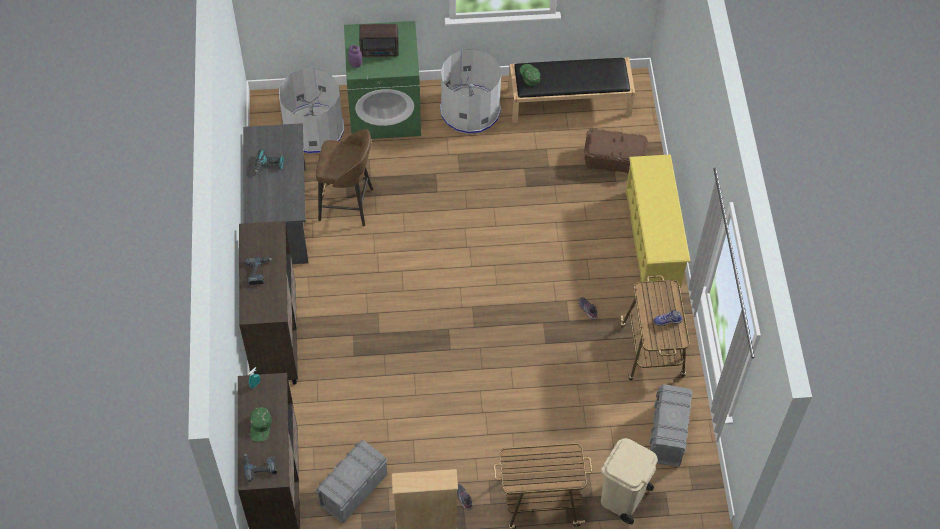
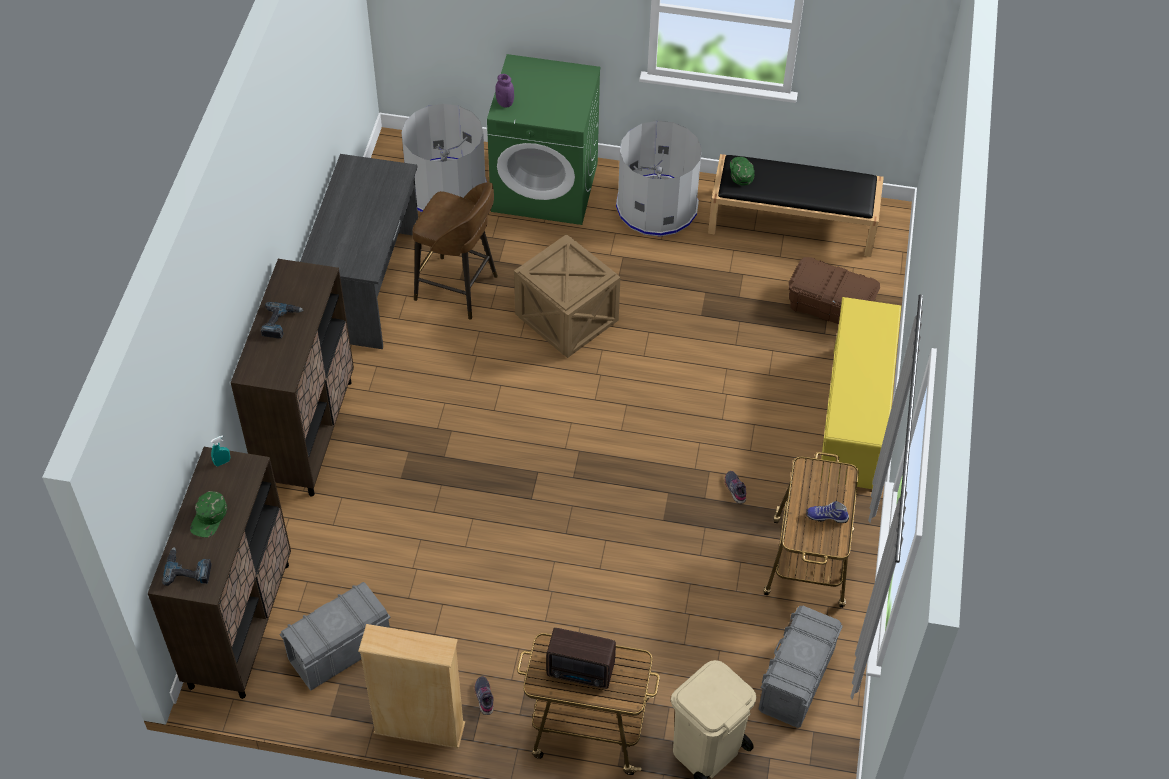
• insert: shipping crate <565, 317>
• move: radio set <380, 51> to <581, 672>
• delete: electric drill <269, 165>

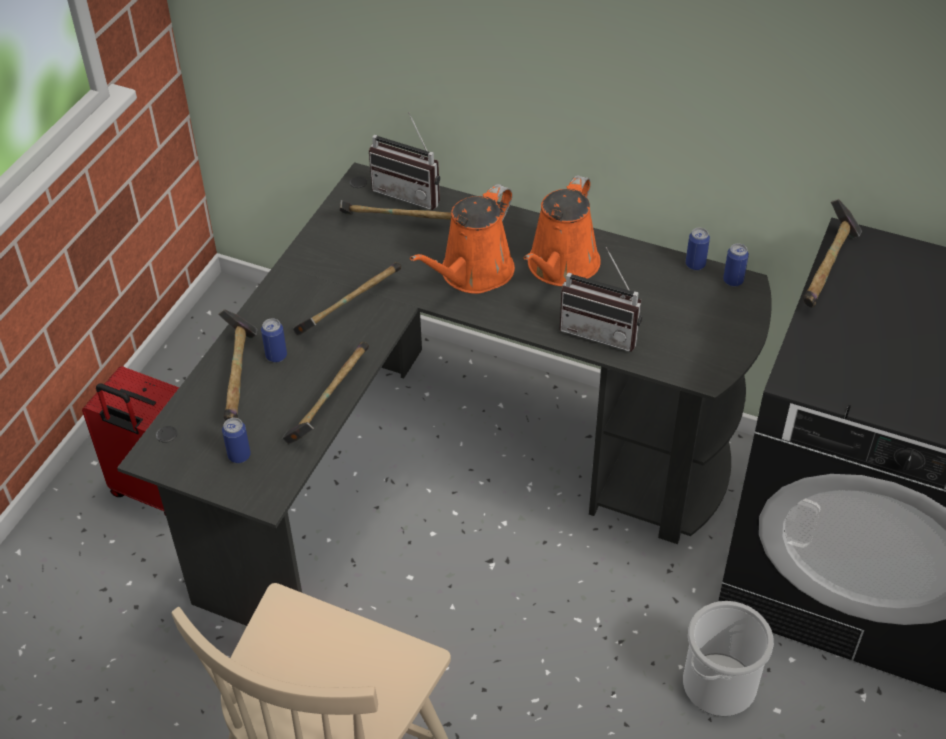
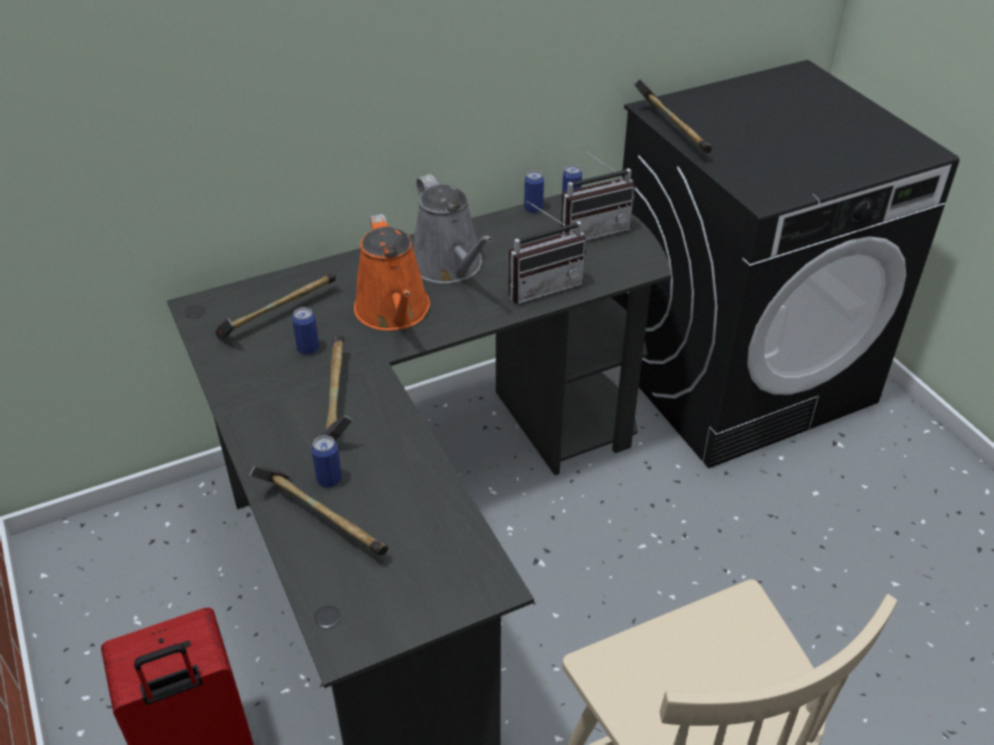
• move: can <239, 456> to <308, 349>
• recolor: orangey sprinkling can <560, 267> to greyish sprinkling can <450, 266>
• move: radio set <410, 192> to <592, 229>
• delete: hand hammer <328, 404>
• delete: pail <719, 685>

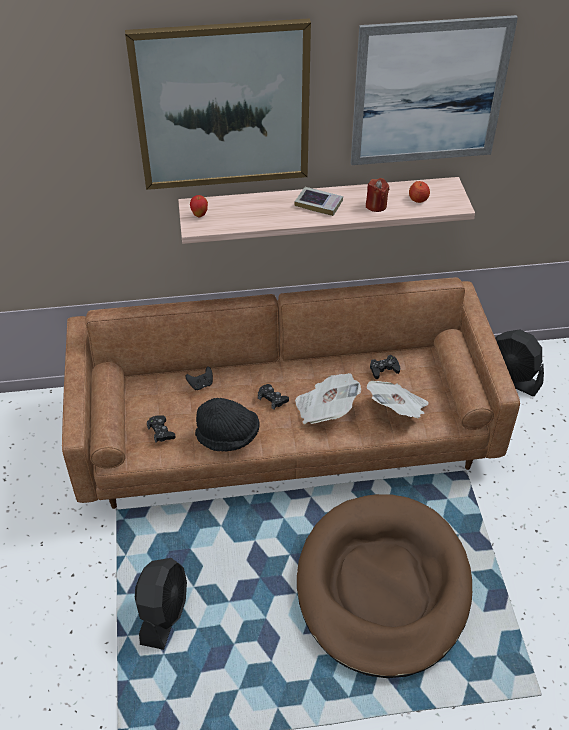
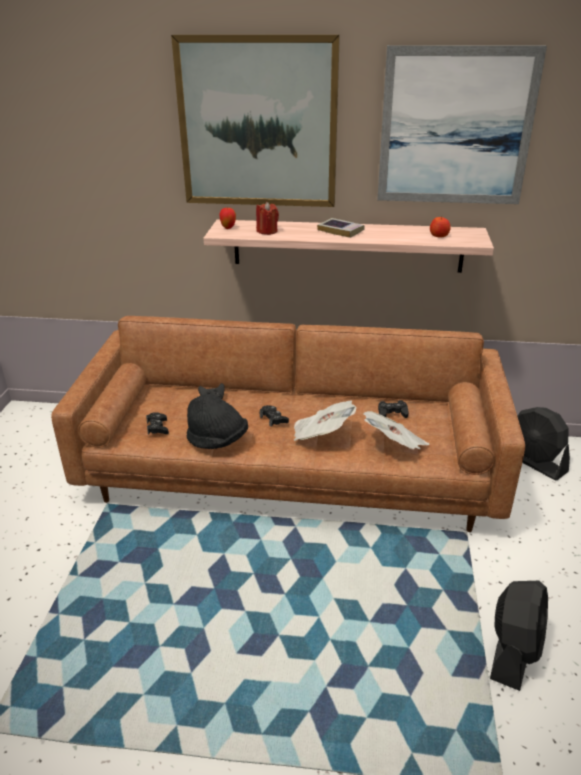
• move: red-coloured candle <376, 205> to <267, 231>
• move: black-coloured fan <164, 613> to <513, 650>
• delete: brown-coloured pet bed <383, 587>

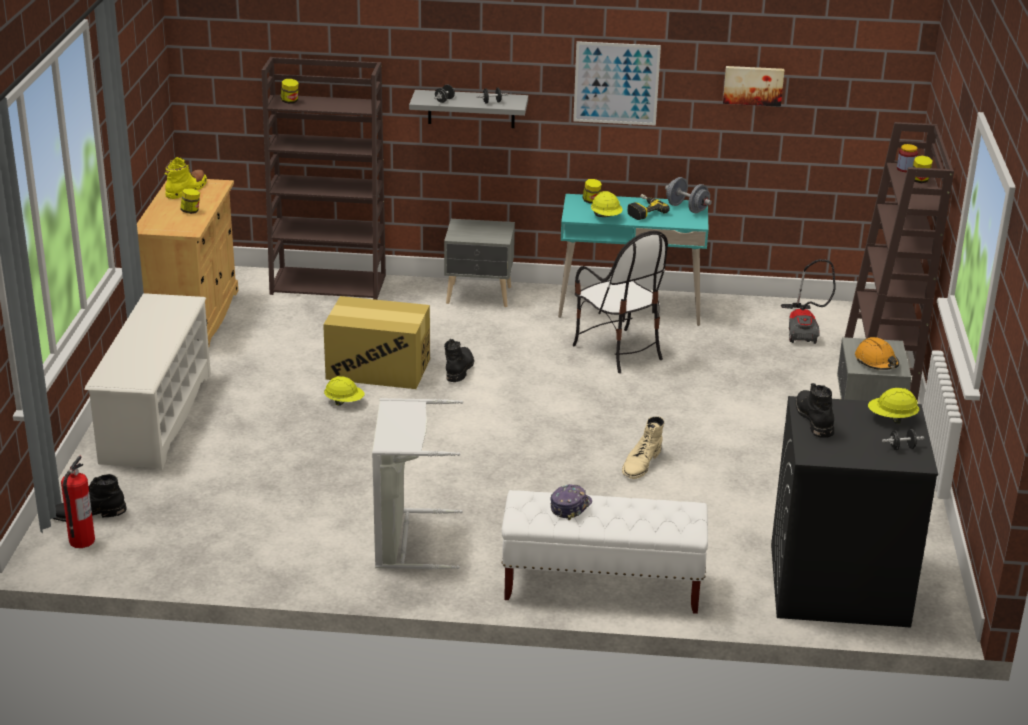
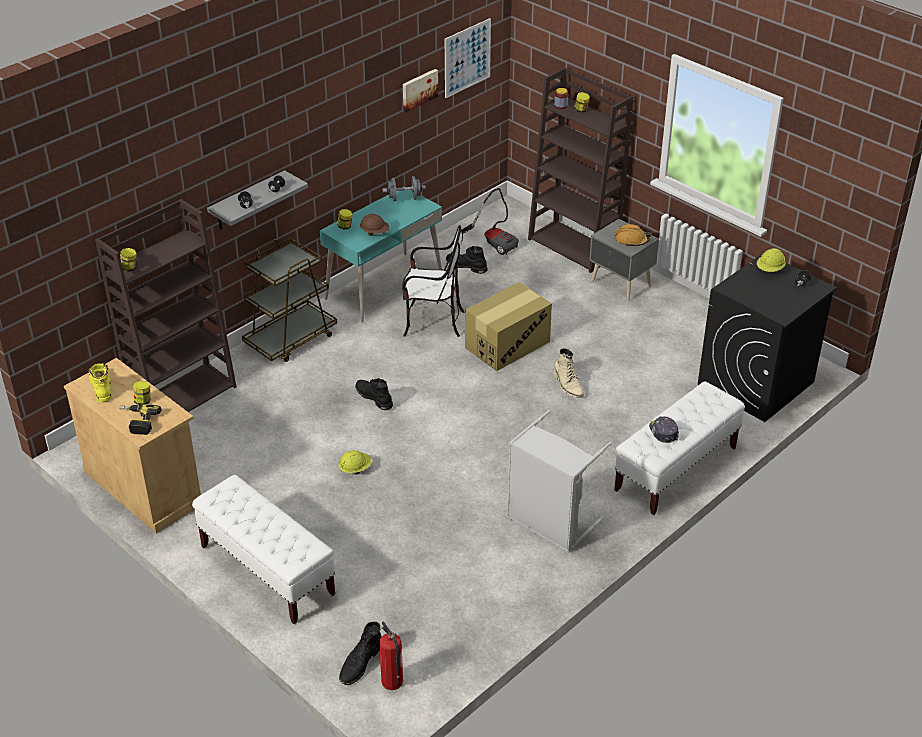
• move: electric drill <643, 211> to <137, 422>
• replace: white-coloured shoe shelf <156, 417> to white-coloured indoor bench <267, 570>
• replace: greyish bedside table <479, 296> to brown-coloured trolley <291, 339>
• recolor: yellow-coloured hard hat <606, 217> to brown-coloured hard hat <375, 233>
• move: picture <616, 83> to <467, 58>
• move: black-coloured boot <814, 419> to <466, 266>
• move: packing box <378, 369> to <507, 345>

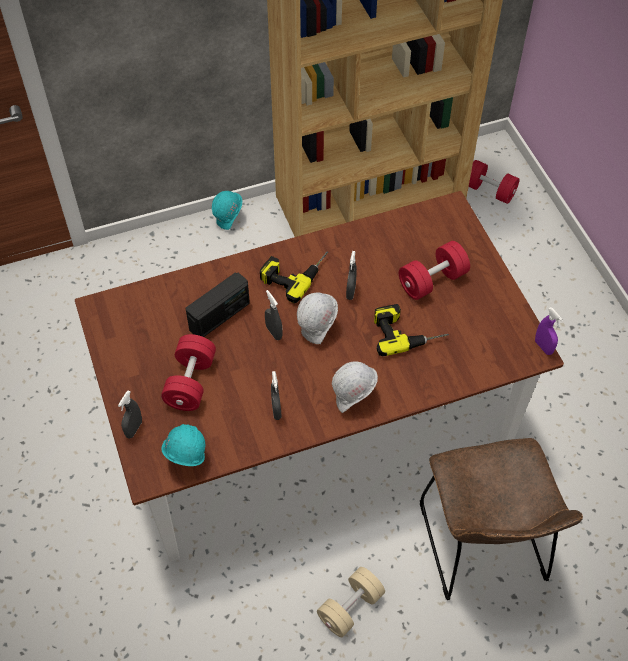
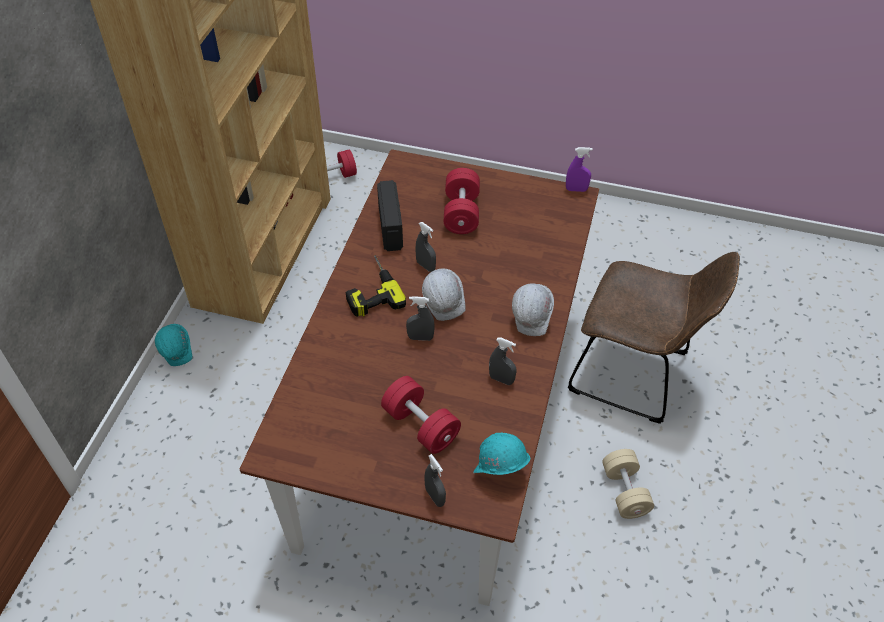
• move: radio set <220, 316> to <391, 227>
• delete: electric drill <407, 331>

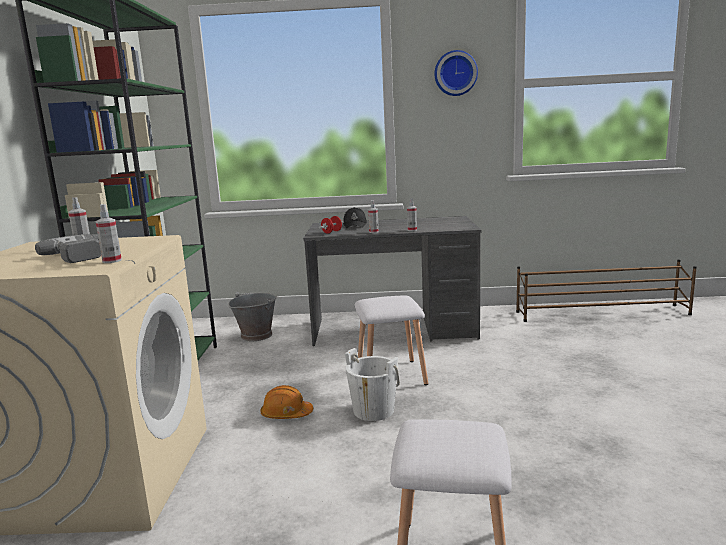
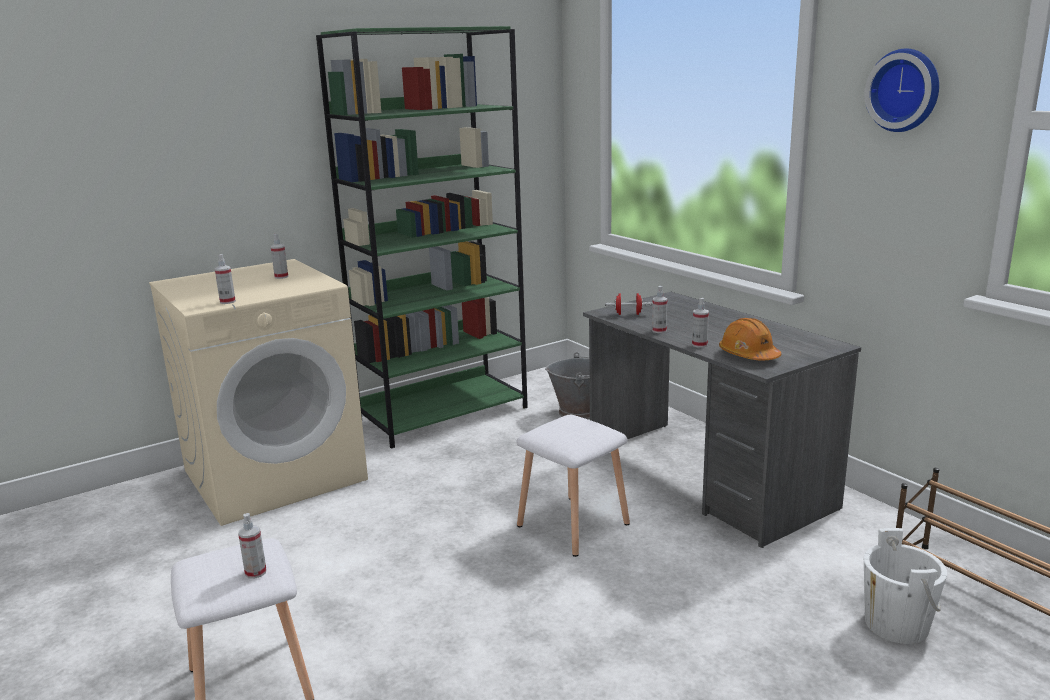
• insert: hand sprayer <255, 572>
• move: orangey hard hat <286, 414> to <748, 355>
• move: white-coloured pail <373, 411> to <896, 624>
• delete: electric drill <84, 254>
• delete: black-coloured baseball cap <355, 225>

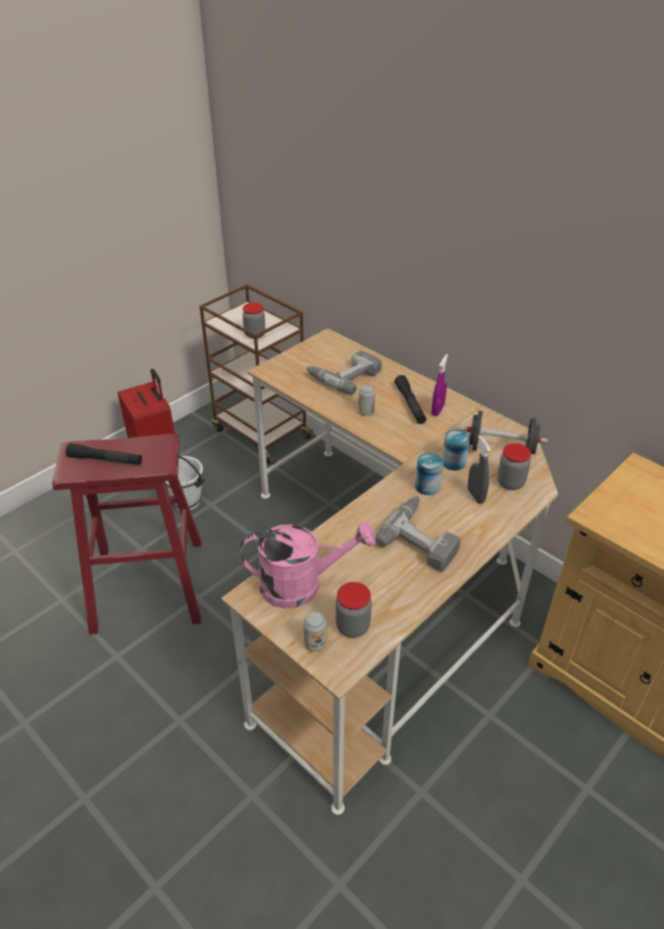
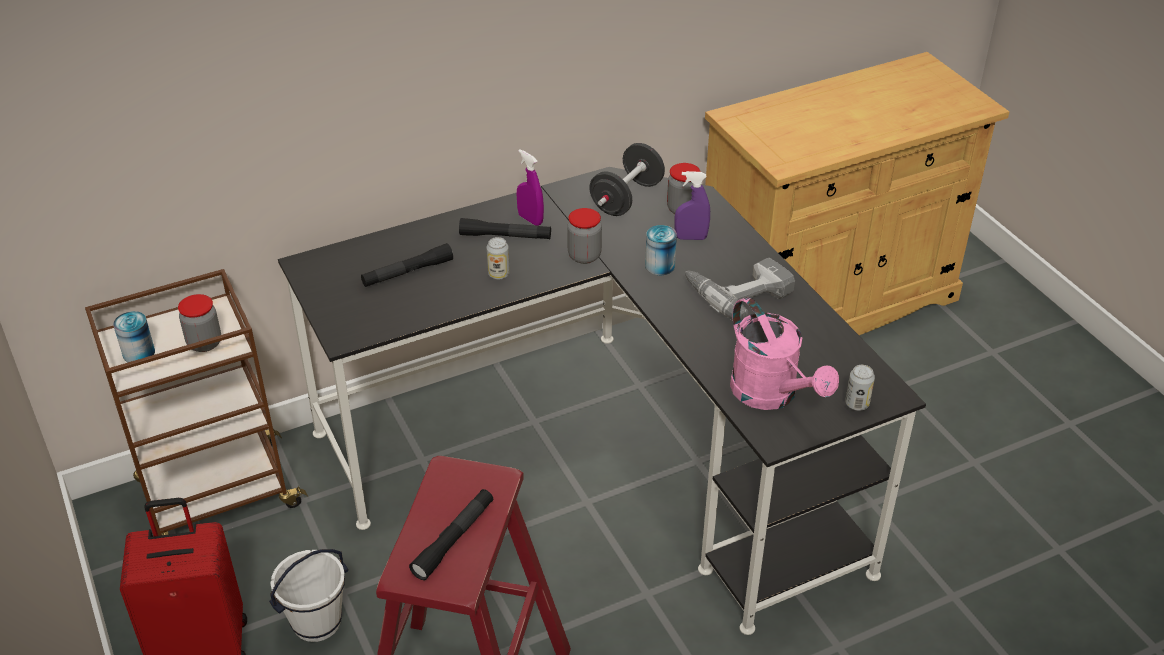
• move: can <453, 462> to <139, 353>
• recolor: beige desk unit <382, 591> to black-coloured desk unit <603, 454>
• replace: electric drill <344, 376> to black-coloured flashlight <407, 272>
• move: jar <352, 626> to <584, 256>
• recolor: greyish hand sprayer <475, 495> to purple hand sprayer <691, 238>
• rotate: pinkish sprinkling can <302, 584> = <772, 395> 135 degrees clockwise

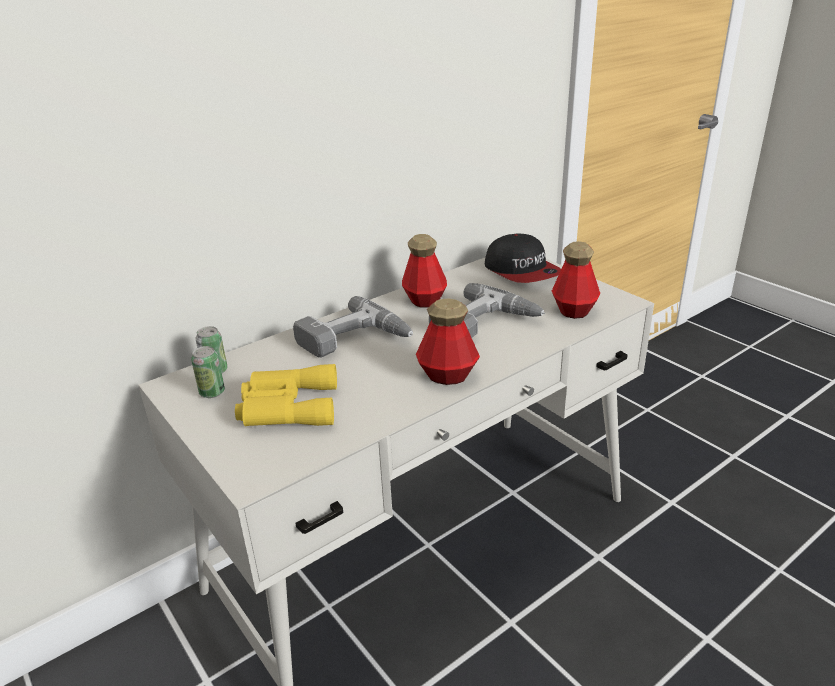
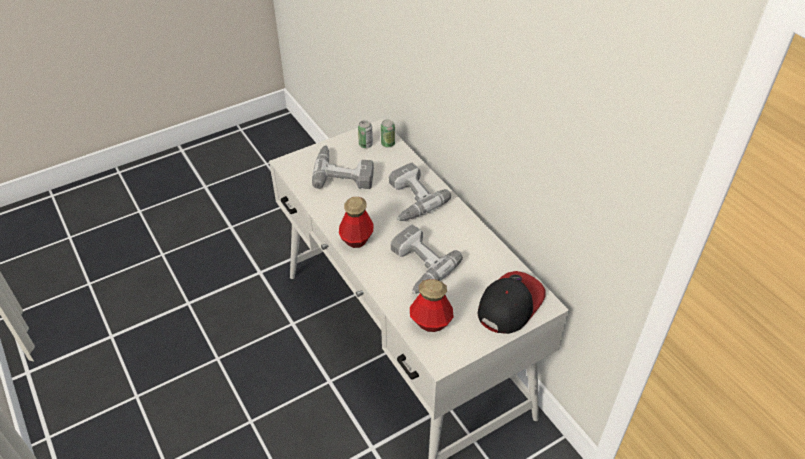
• replace: yellow-coloured field glasses <286, 406> to electric drill <344, 172>
• rotate: baseball cap <522, 271> = <510, 304> 150 degrees clockwise
• delete: beverage bottle <424, 300>

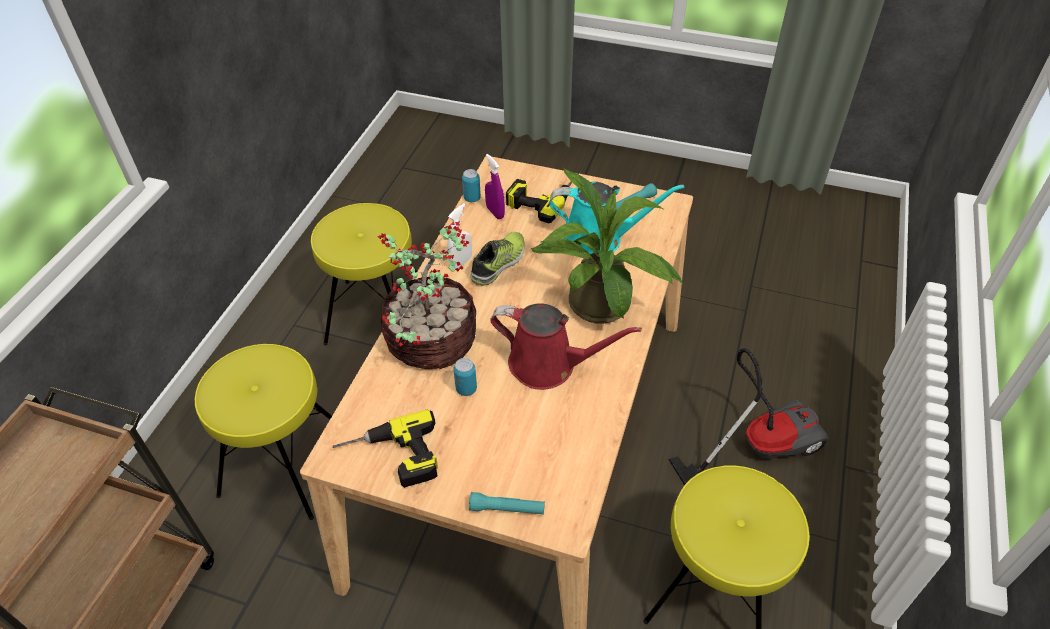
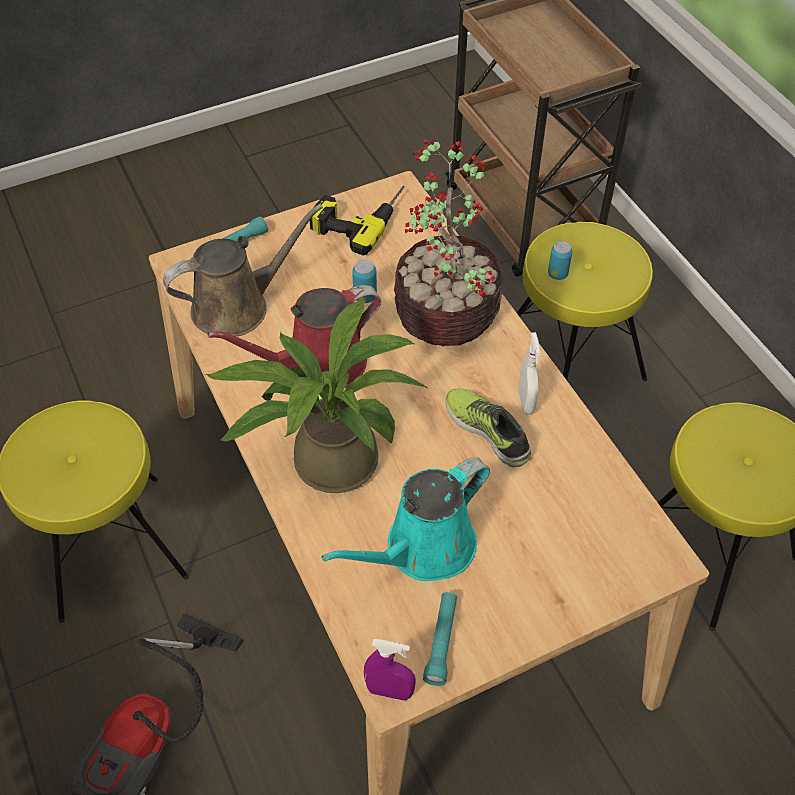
• insert: brown-coloured sprinkling can <237, 306>
• move: purple hand sprayer <495, 212> to <389, 691>
• rotate: item of footwear <499, 263> = <488, 430> 150 degrees clockwise
• move: can <472, 198> to <557, 274>
• delete: electric drill <543, 195>

